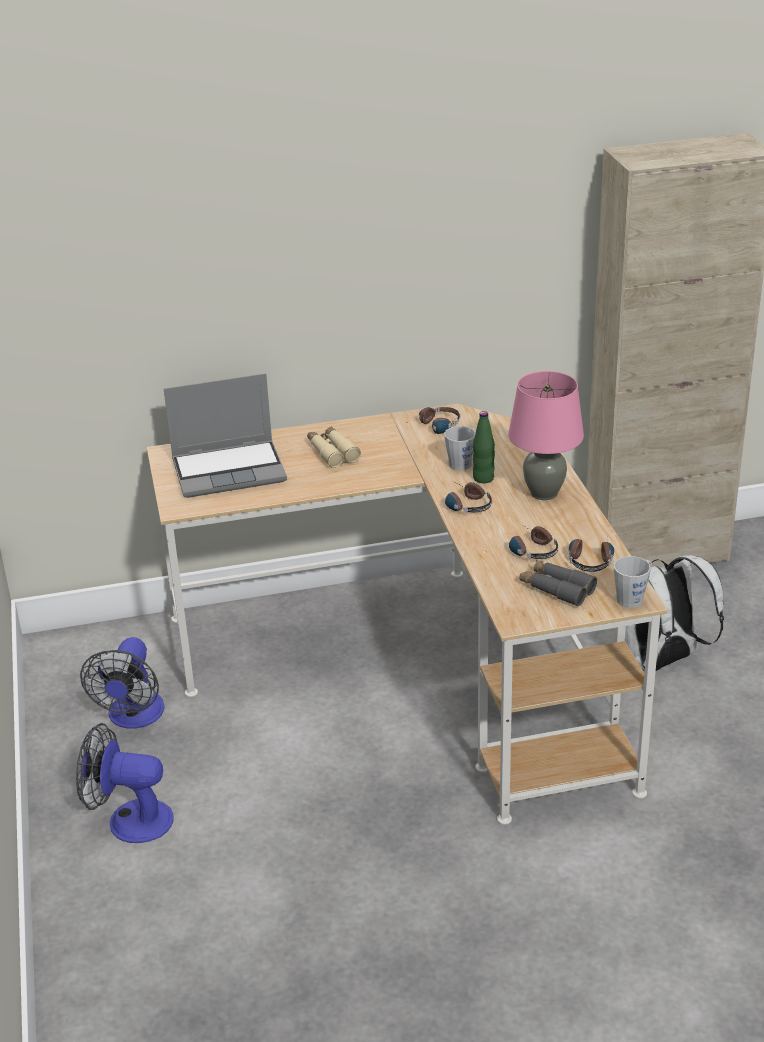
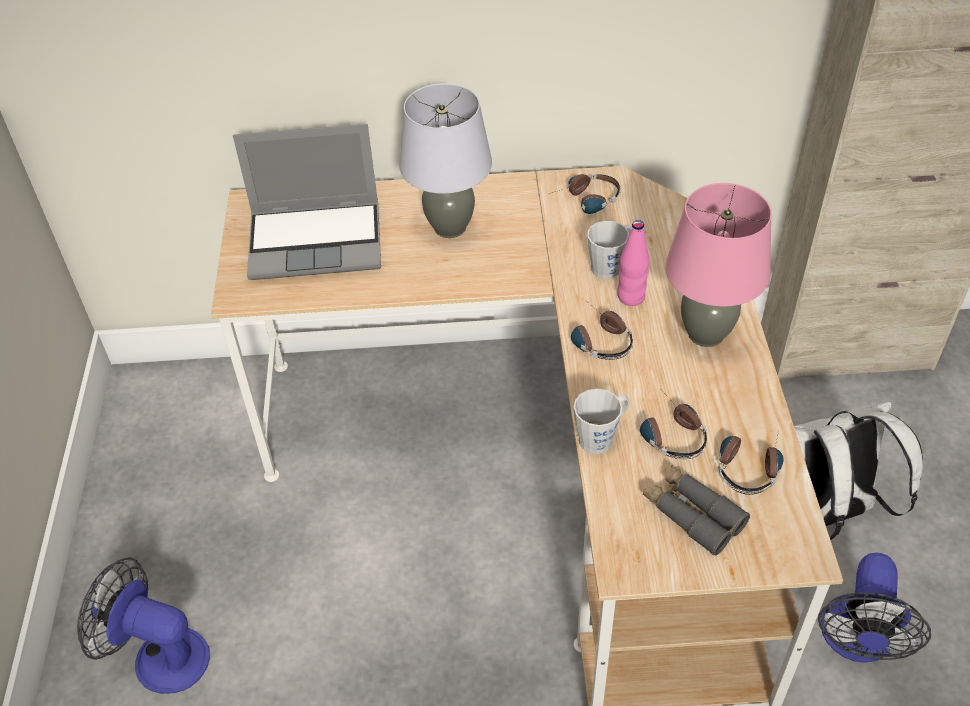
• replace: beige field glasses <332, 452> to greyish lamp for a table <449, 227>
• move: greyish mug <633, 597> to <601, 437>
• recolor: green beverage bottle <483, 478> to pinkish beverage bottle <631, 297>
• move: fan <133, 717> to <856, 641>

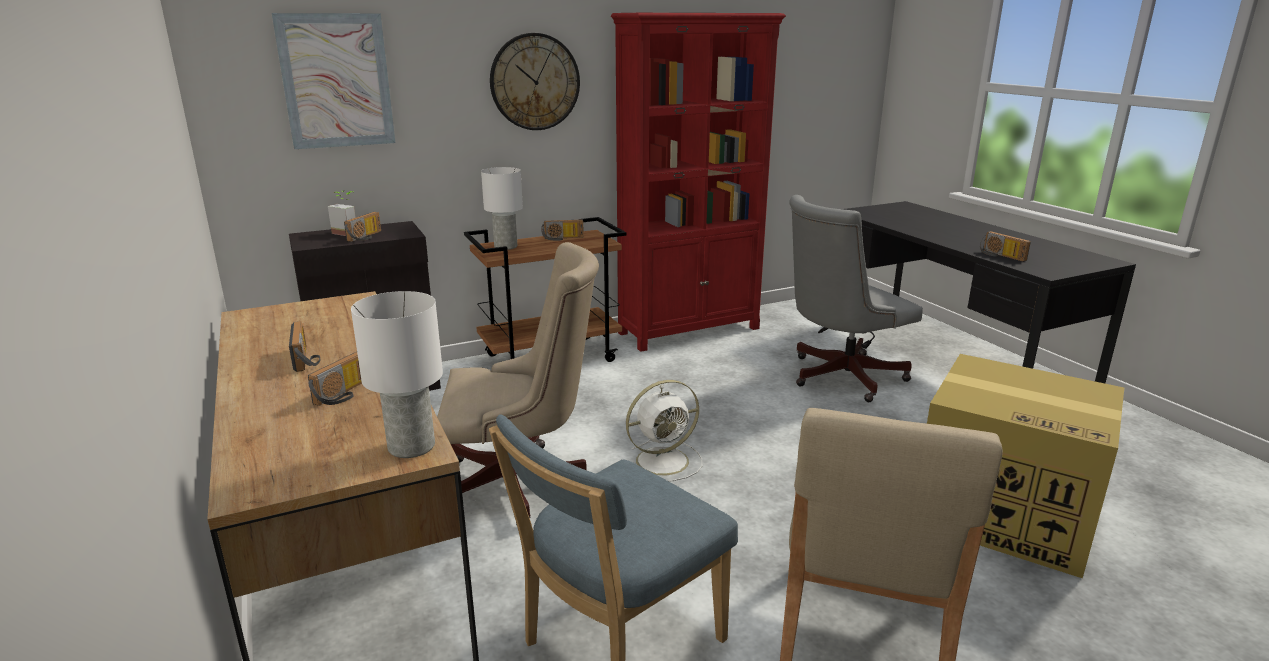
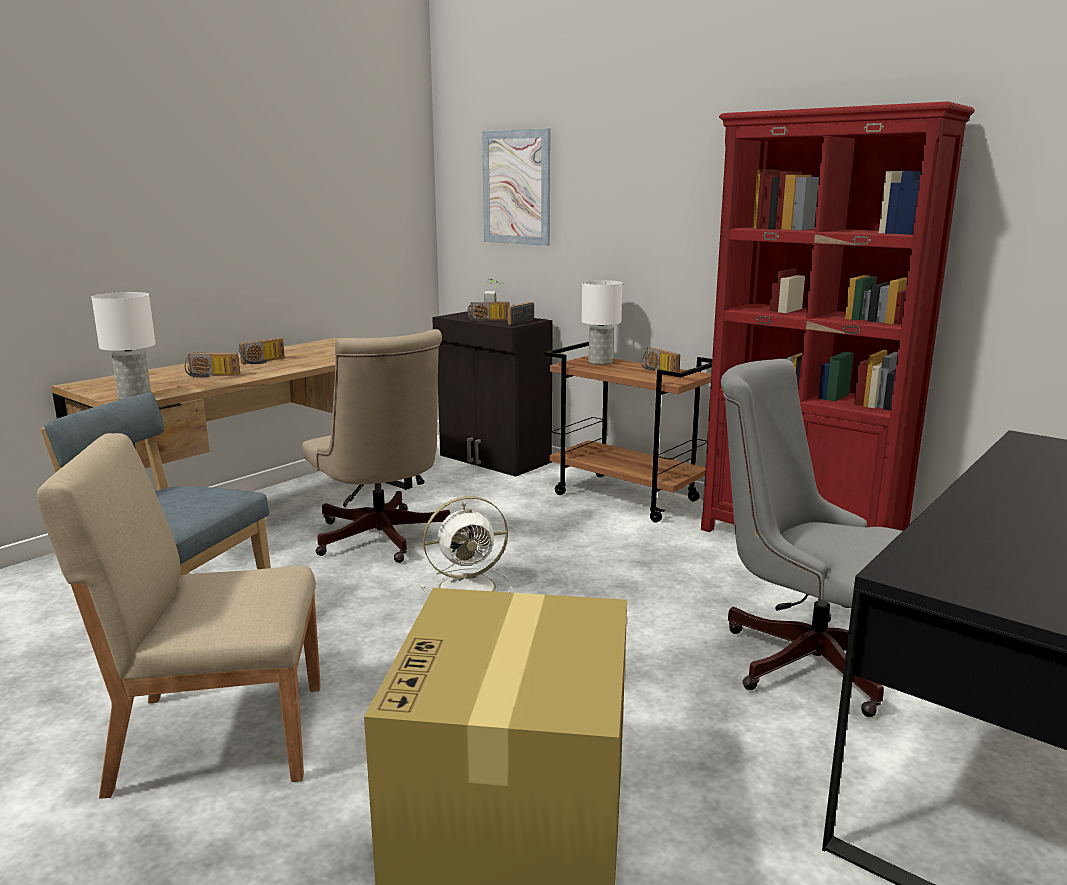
• rotate: white-coloured fan <664, 460> = <470, 587> 60 degrees counterclockwise
• move: radio set <1000, 256> to <518, 322>
• delete: wall clock <535, 82>

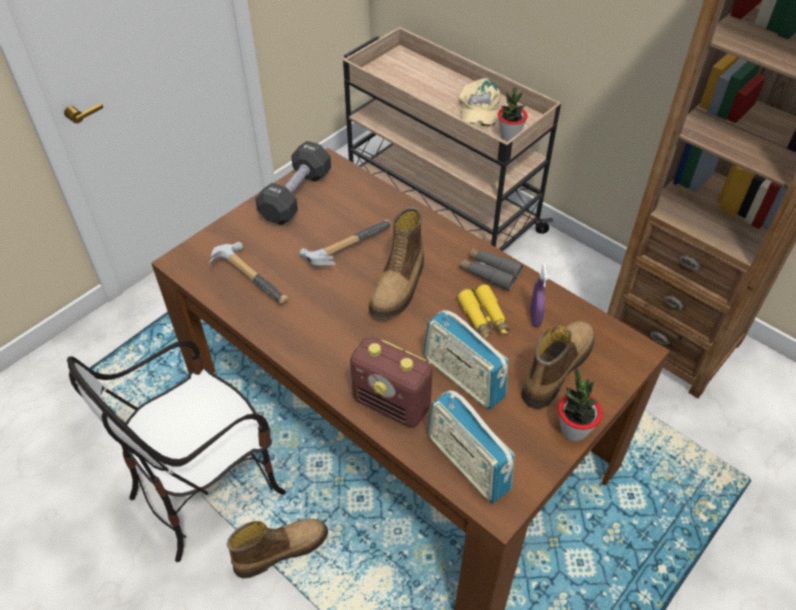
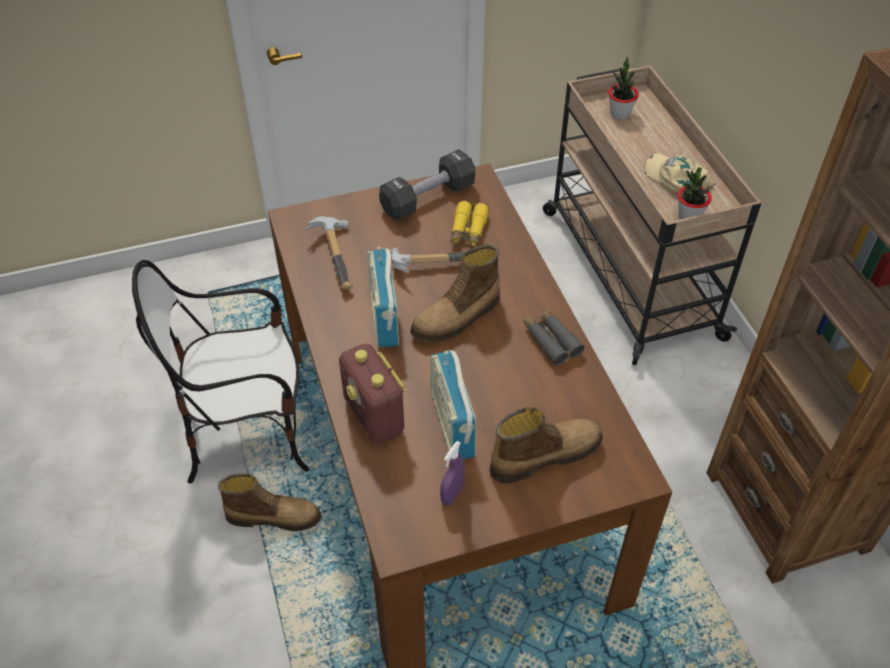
• move: radio set <467, 463> to <384, 317>
• move: purple hand sprayer <535, 318> to <452, 494>
• move: yellow-coloured field glasses <483, 318> to <468, 230>
• move: houseplant <573, 430> to <619, 114>
• rotate: beige baseball cap <478, 109> = <677, 178> 105 degrees clockwise

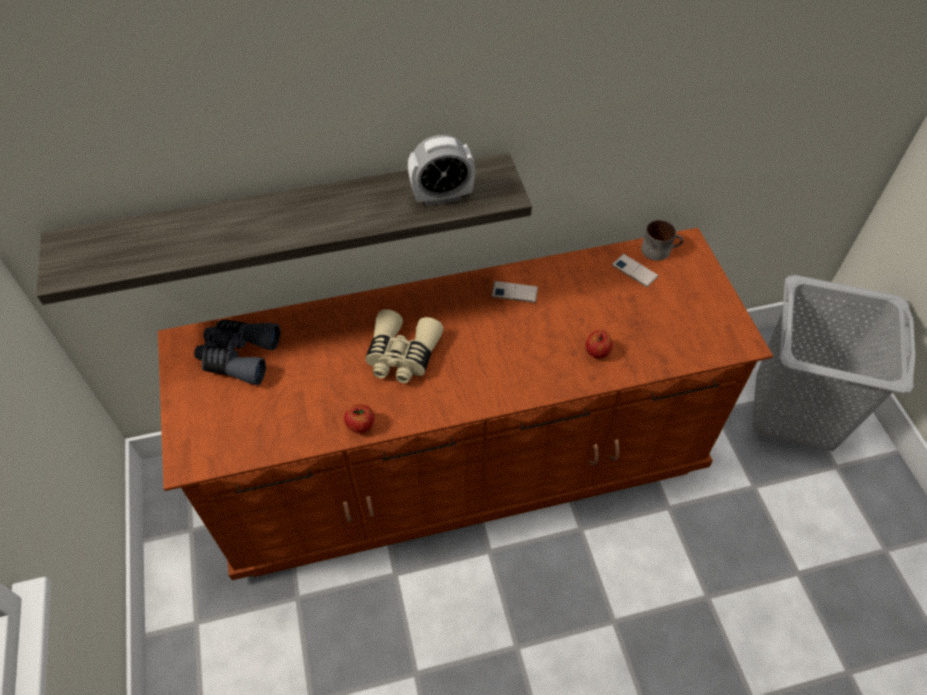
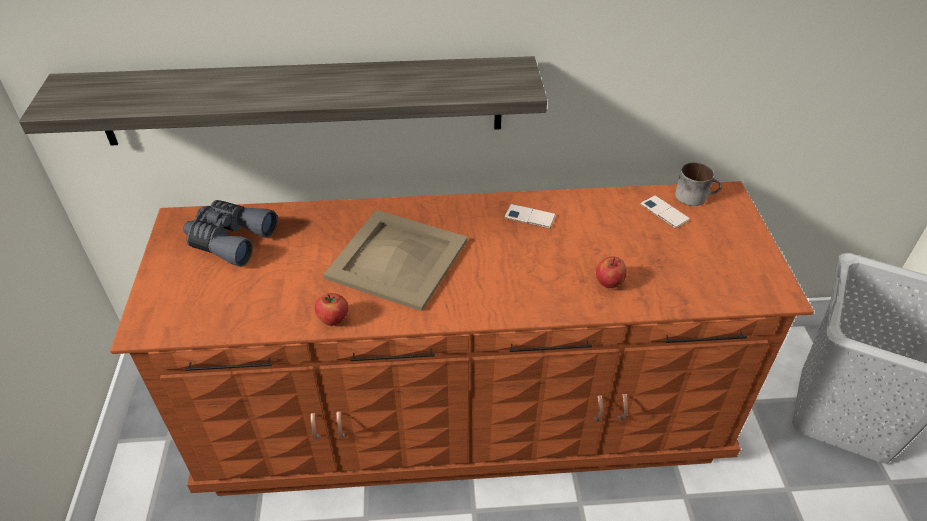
• replace: beige field glasses <402, 355> to beige carrying tray <396, 259>
• delete: bedside clock <442, 196>

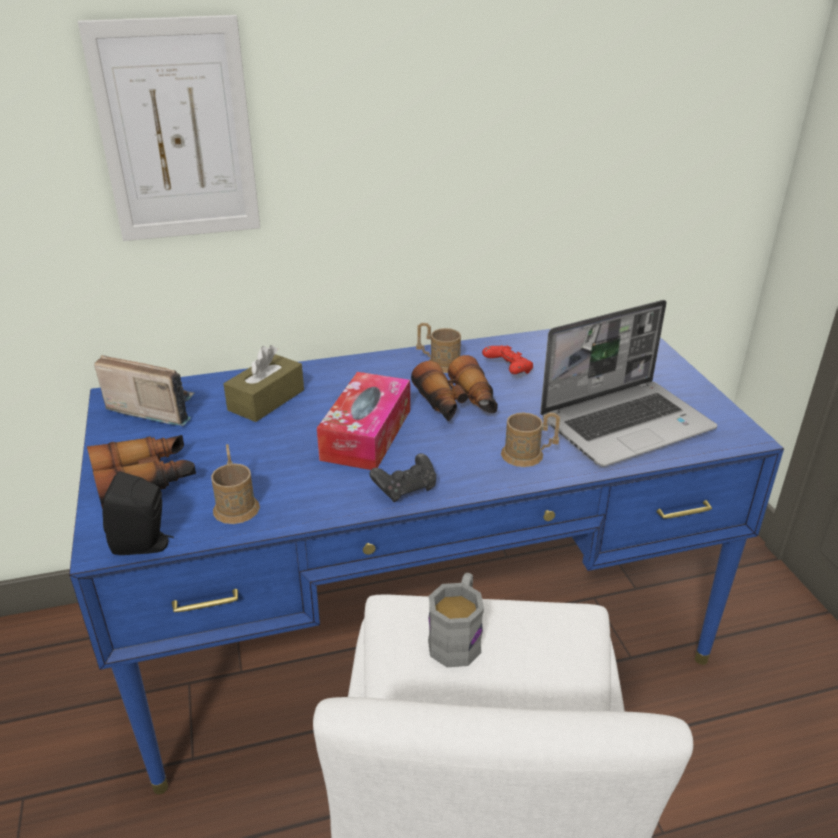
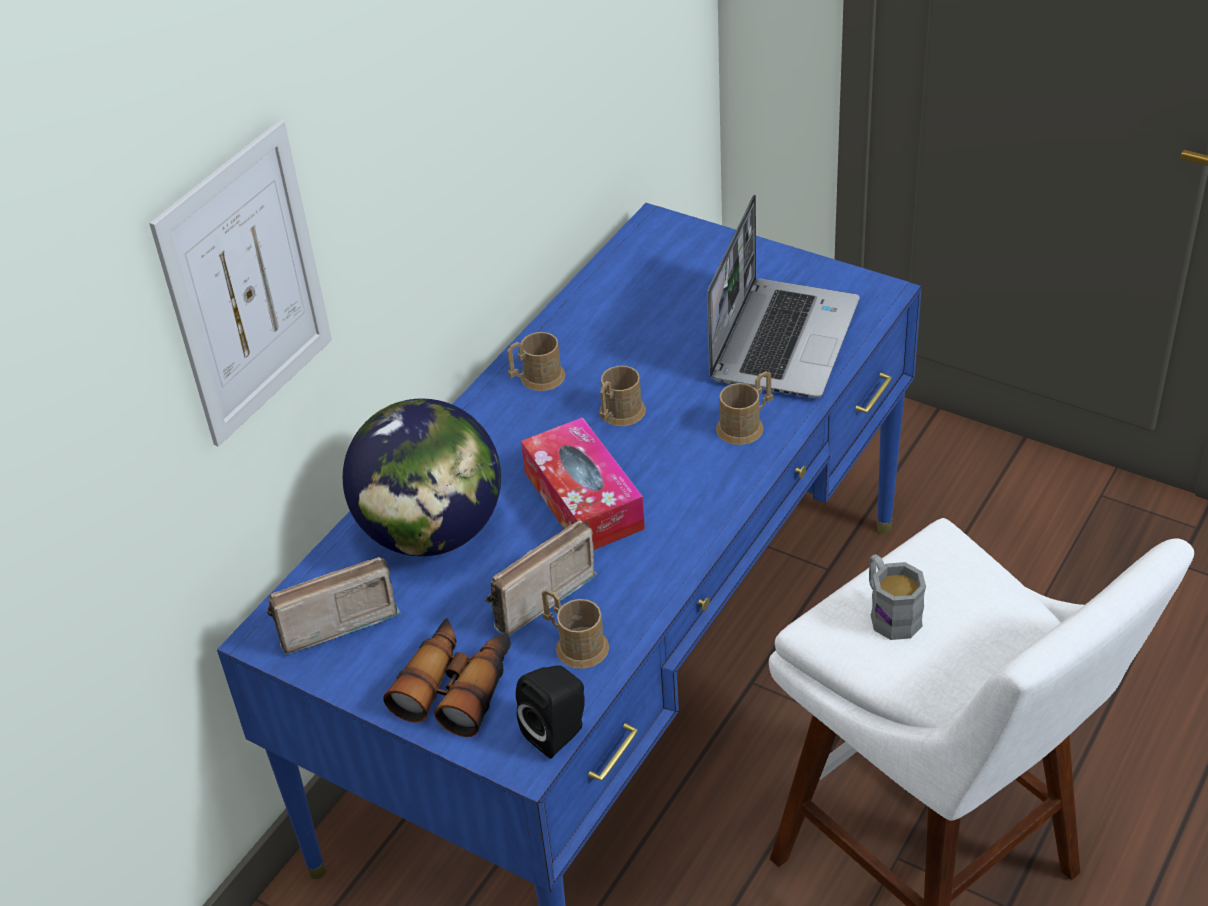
• replace: brown-coloured box of tissues <266, 400> to desk globe <432, 532>
• insert: radio set <532, 596>
• replace: field glasses <457, 405> to brown-coloured mug <619, 415>
• delete: black-coloured game controller <405, 489>
• delete: red-coloured game controller <508, 370>

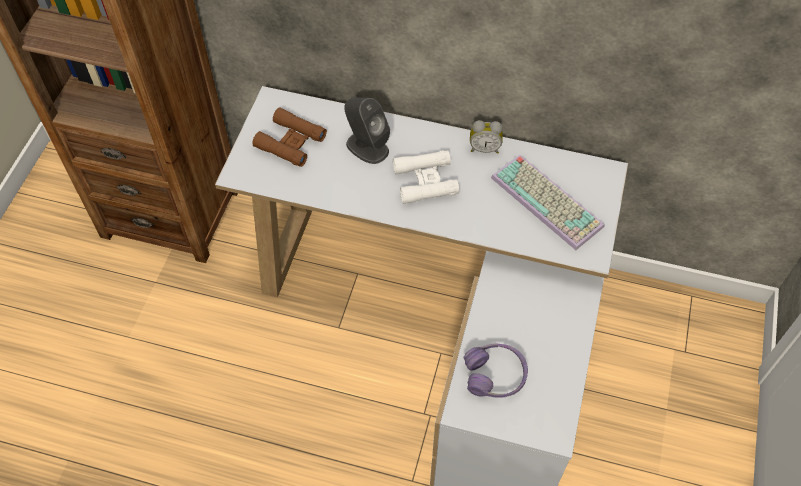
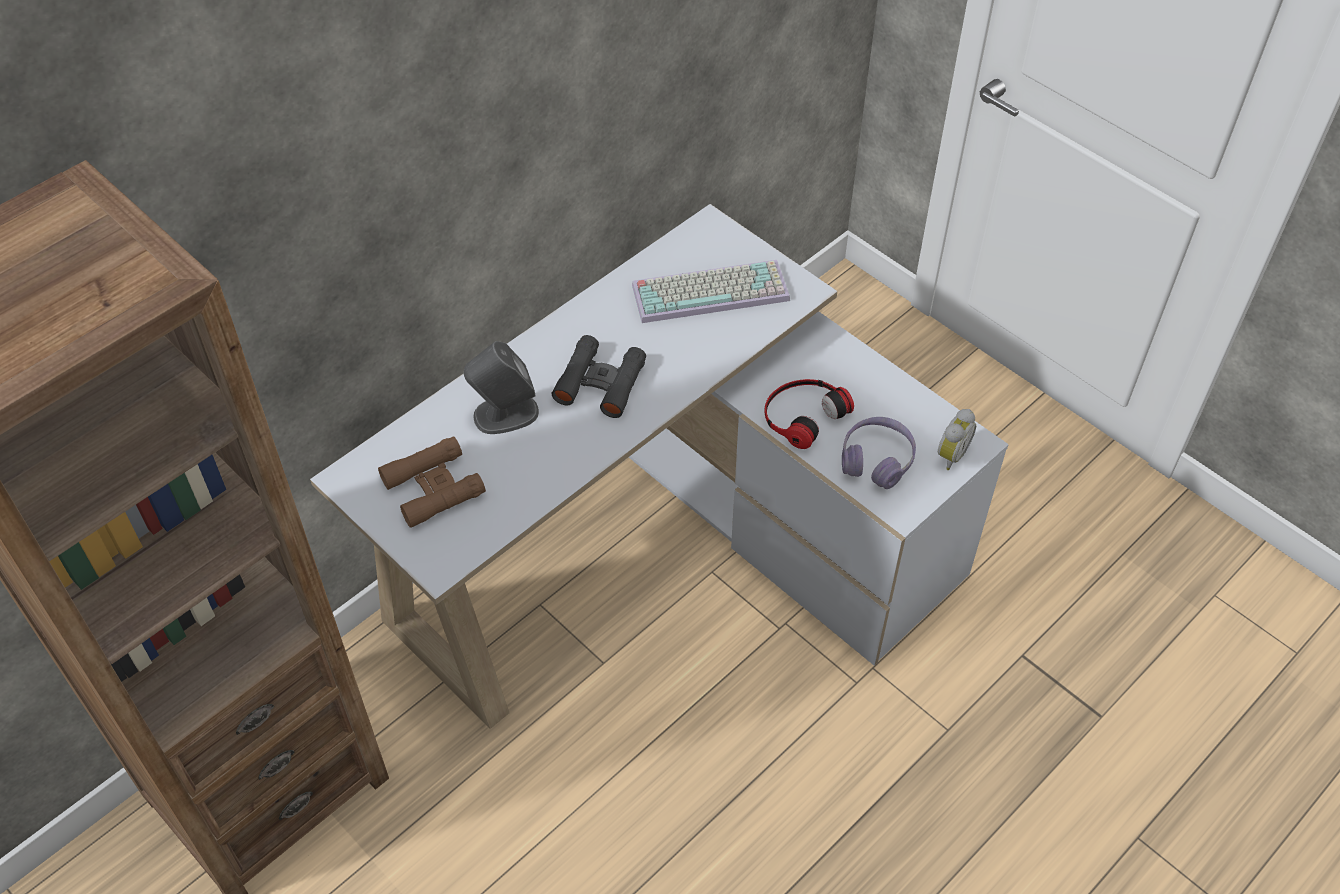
• recolor: white-coloured field glasses <425, 181> to black-coloured field glasses <600, 383>
• insert: pair of headphones <802, 414>
• move: bedside clock <484, 148> to <950, 454>

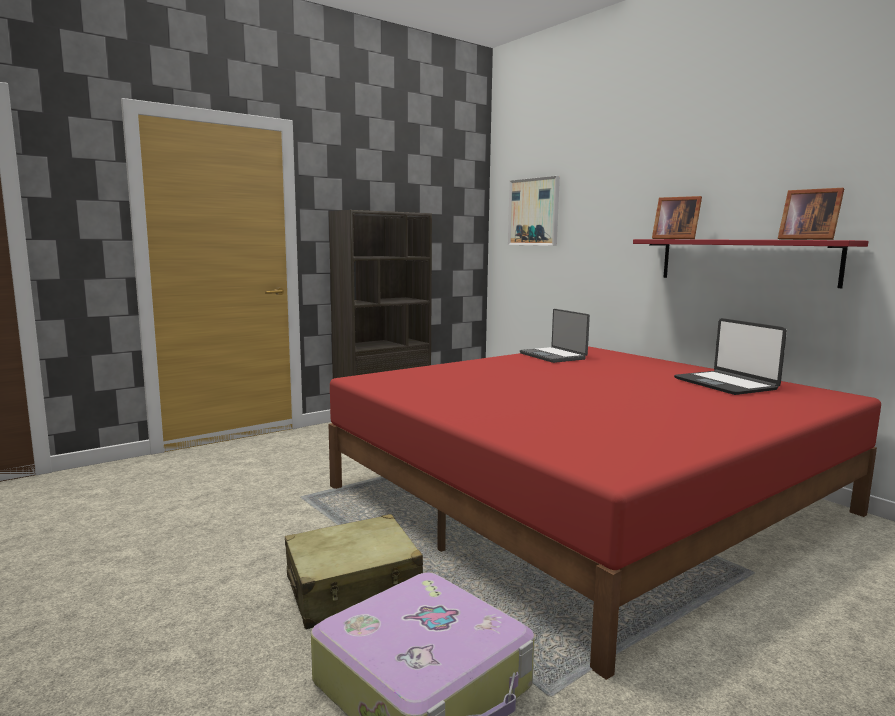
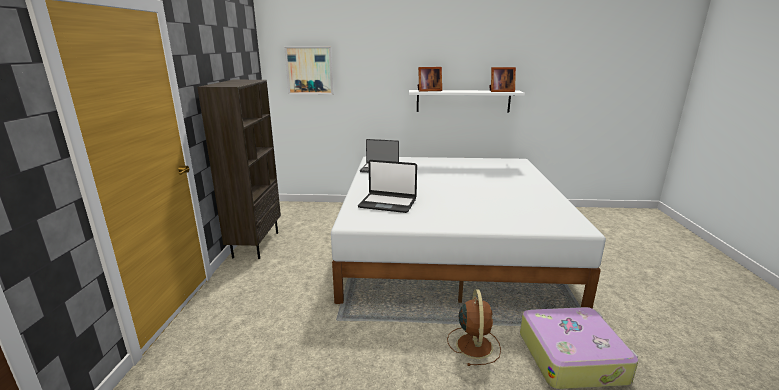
• recolor: red-coloured sleeping bed <586, 500> to white-coloured sleeping bed <449, 244>
• move: laptop <726, 384> to <387, 203>
• recolor: red-coloured bracket shelf <745, 261> to white-coloured bracket shelf <463, 101>
• replace: beige travel case <353, 589> to brown-coloured fan <474, 344>

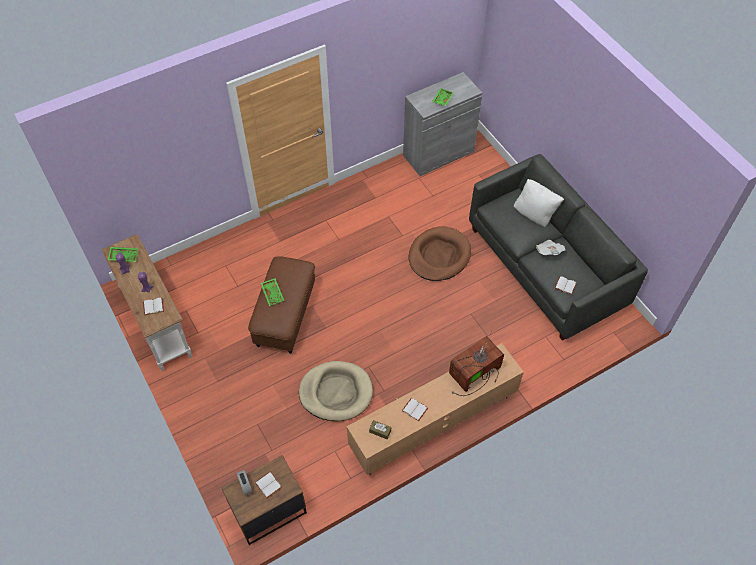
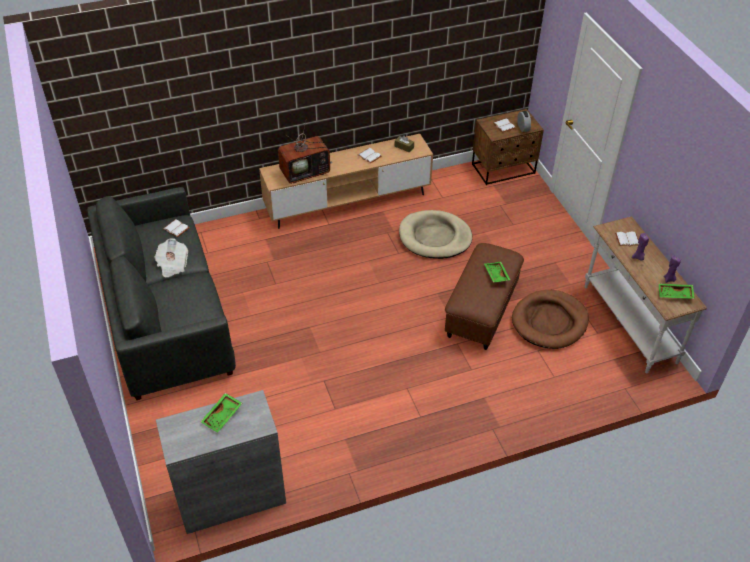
• move: brown-coloured pet bed <439, 256> to <549, 321>
• delete: white-coloured throw pillow <534, 215>

